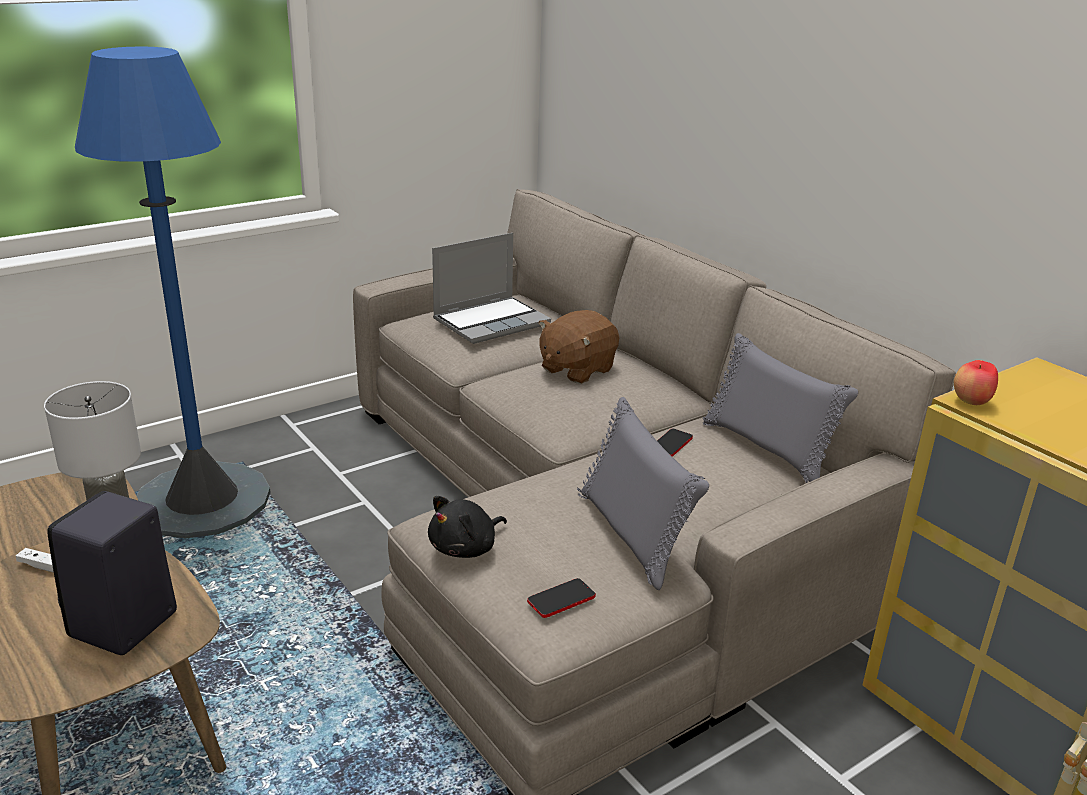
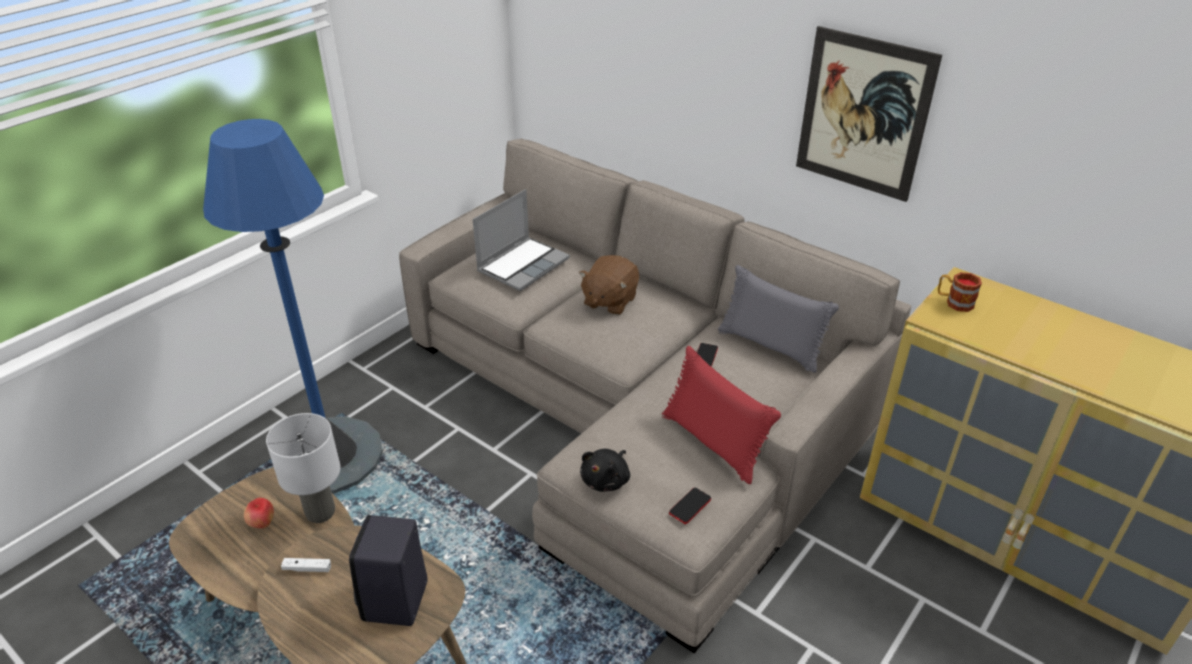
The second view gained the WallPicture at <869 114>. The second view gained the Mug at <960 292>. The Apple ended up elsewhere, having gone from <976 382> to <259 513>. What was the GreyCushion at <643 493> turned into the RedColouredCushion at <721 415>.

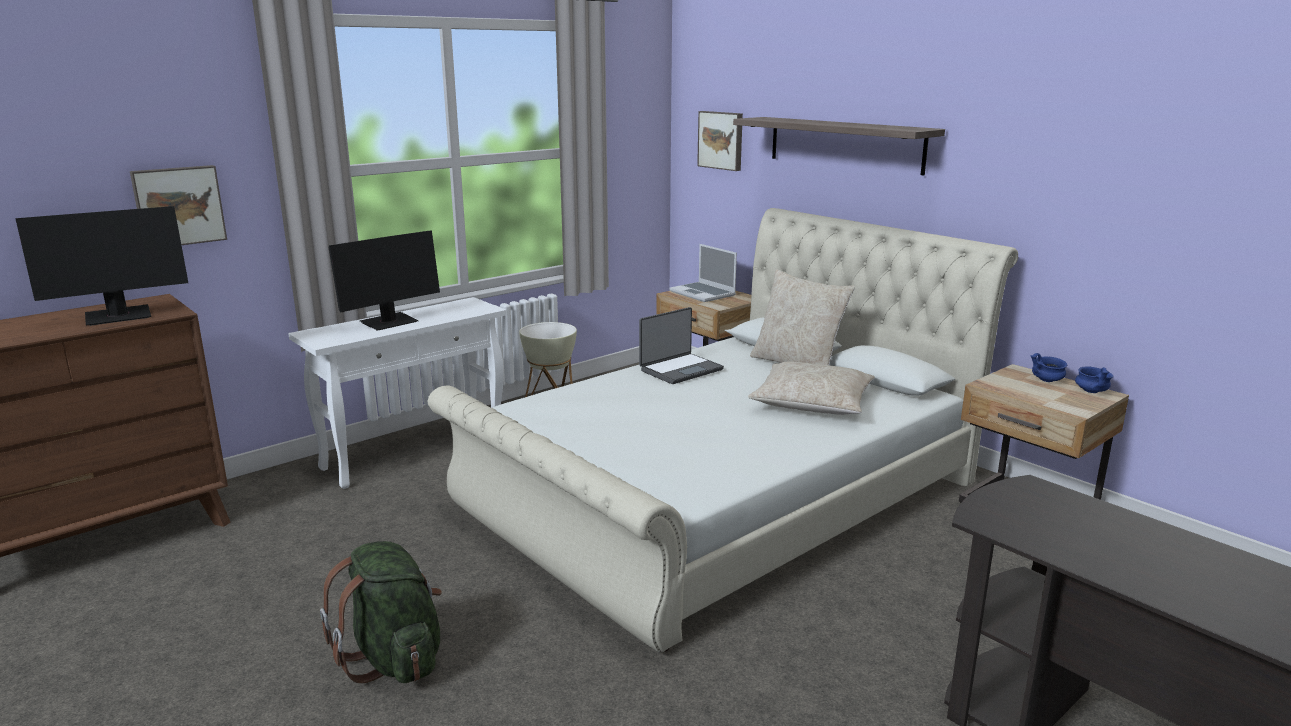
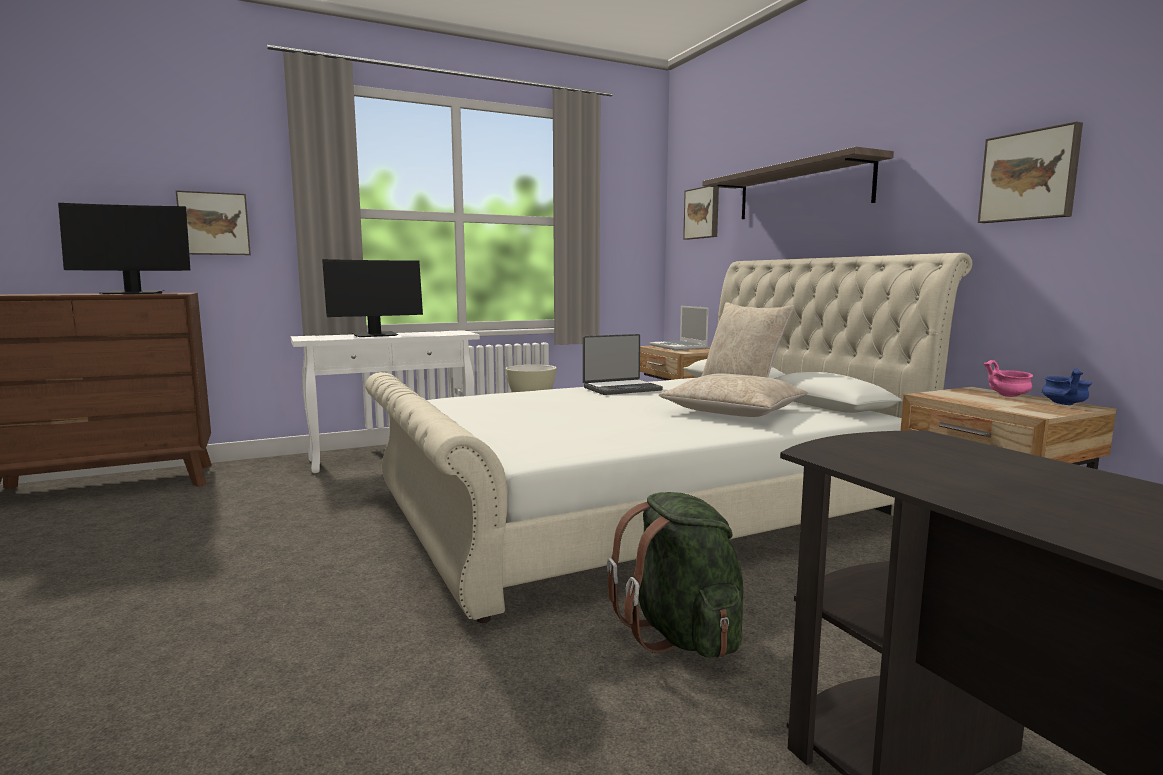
The second view gained the WallPicture at <1030 172>. The GreenKnapsack ended up elsewhere, having gone from <381 612> to <675 575>. What was the BlueServingBowl at <1049 367> turned into the PinkishServingBowl at <1008 378>.

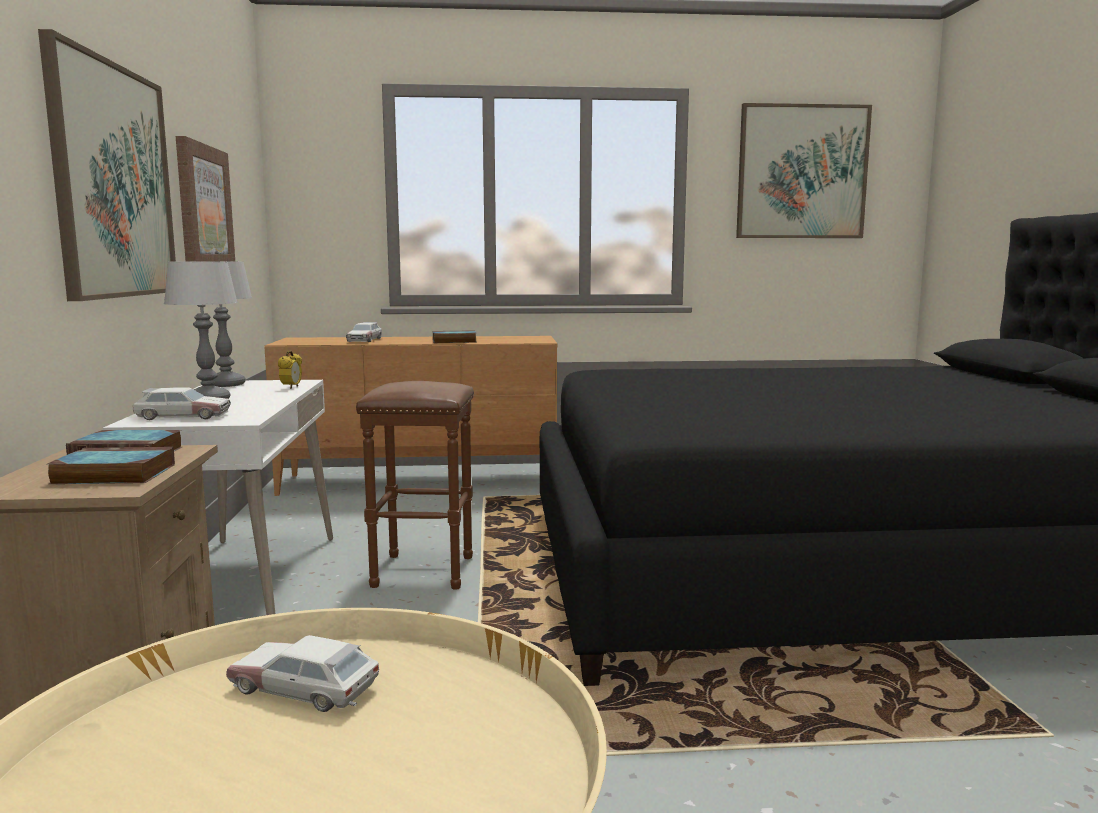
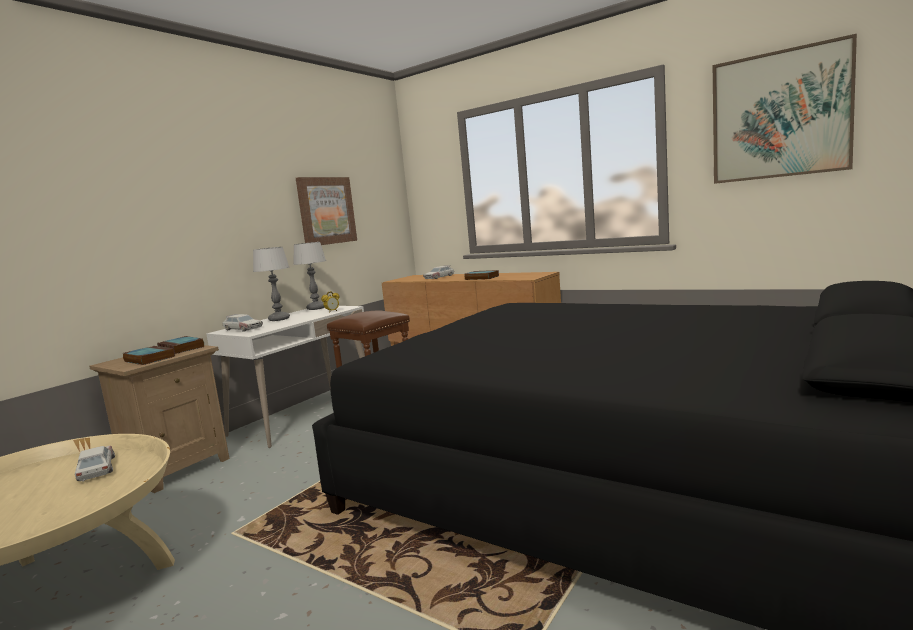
The second view lost the WallPicture at <107 165>.

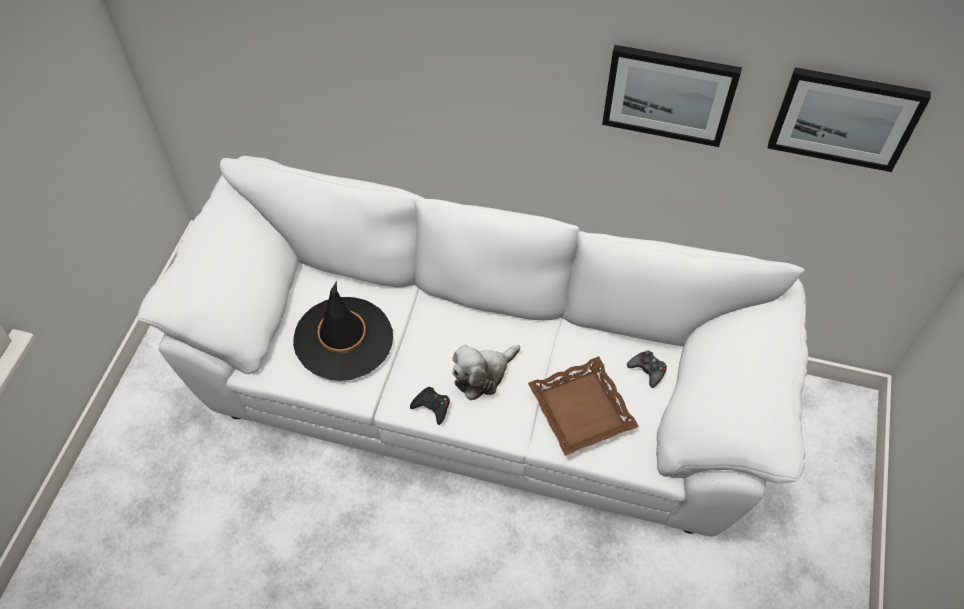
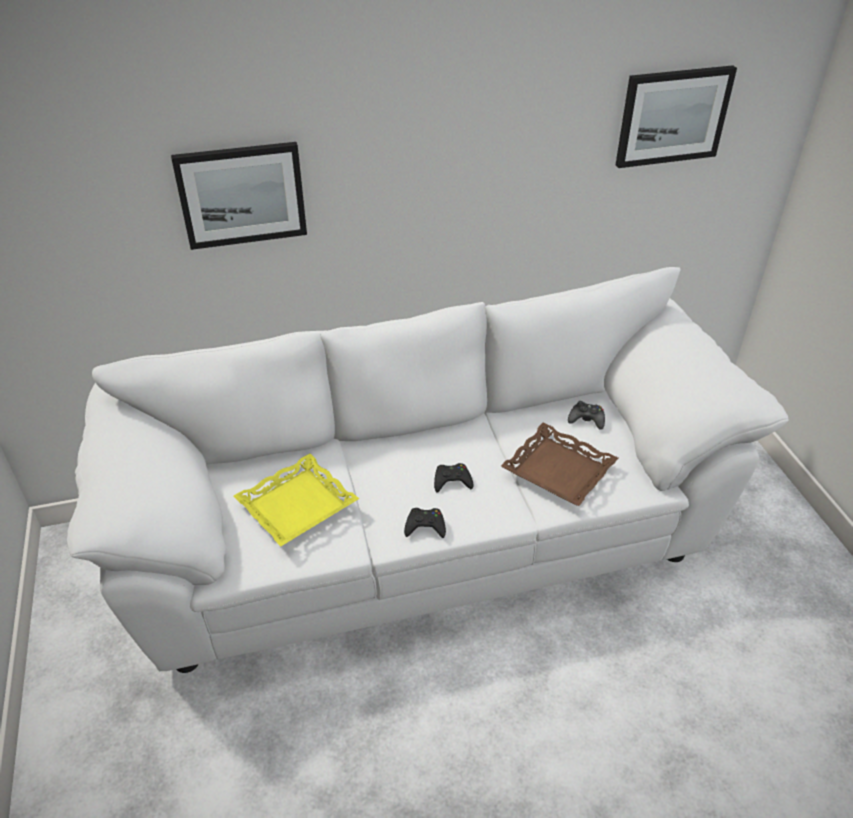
The WallPicture ended up elsewhere, having gone from <672 96> to <239 196>. Where the BlackHat stood at <343 331>, the YellowishCarryingTray came to stand at <296 500>. Where the PlushToy stood at <486 372>, the BlackGameController came to stand at <453 478>.

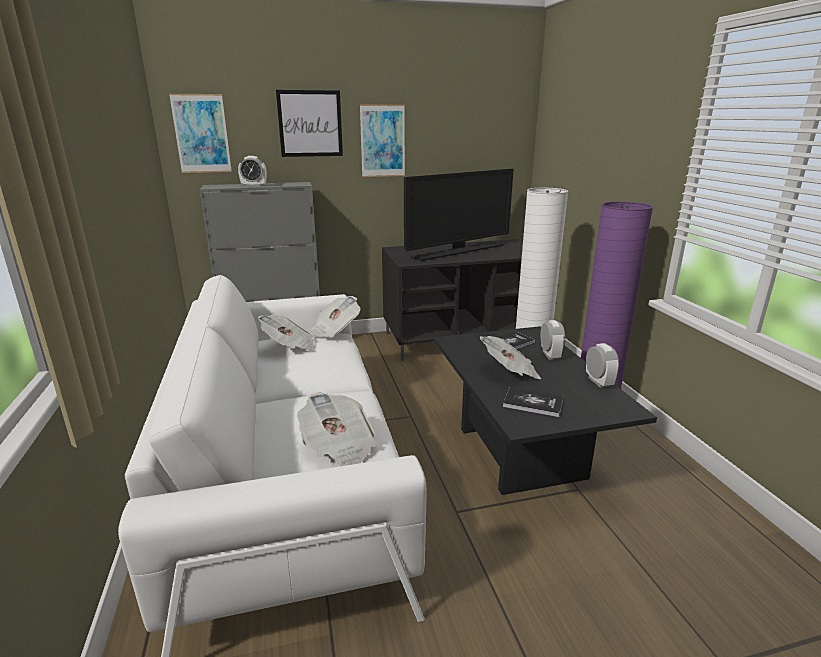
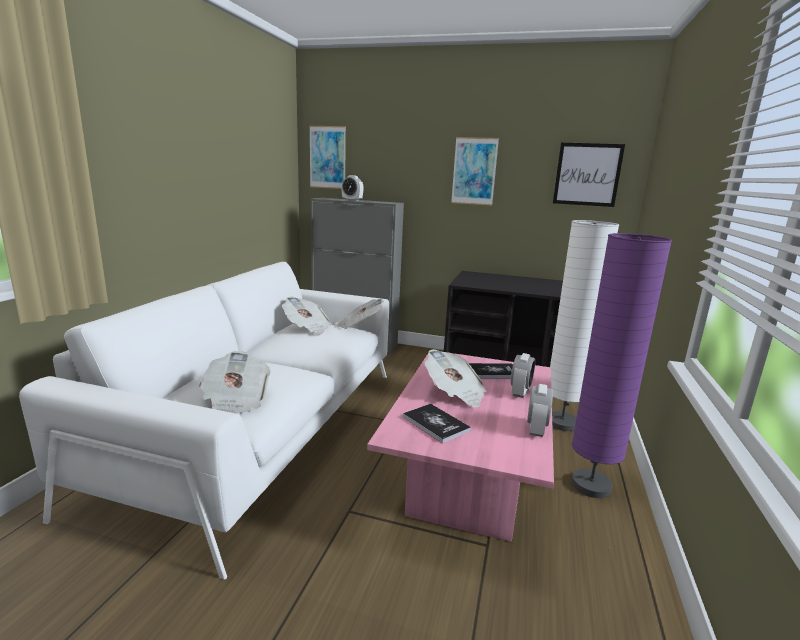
The second view lost the Tv at <459 215>. The WallPicture ended up elsewhere, having gone from <309 123> to <589 175>. What was the BlackLoungeTable at <545 410> turned into the PinkishLoungeTable at <460 447>.

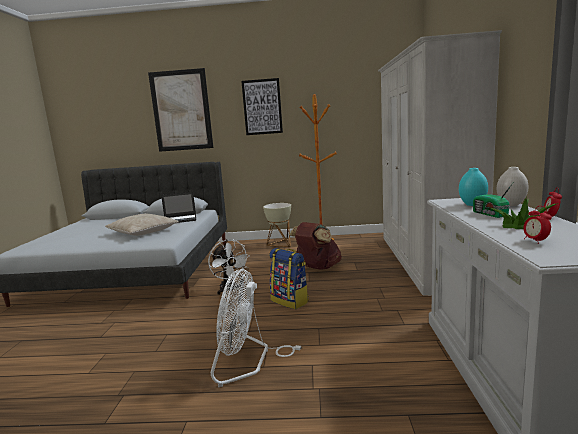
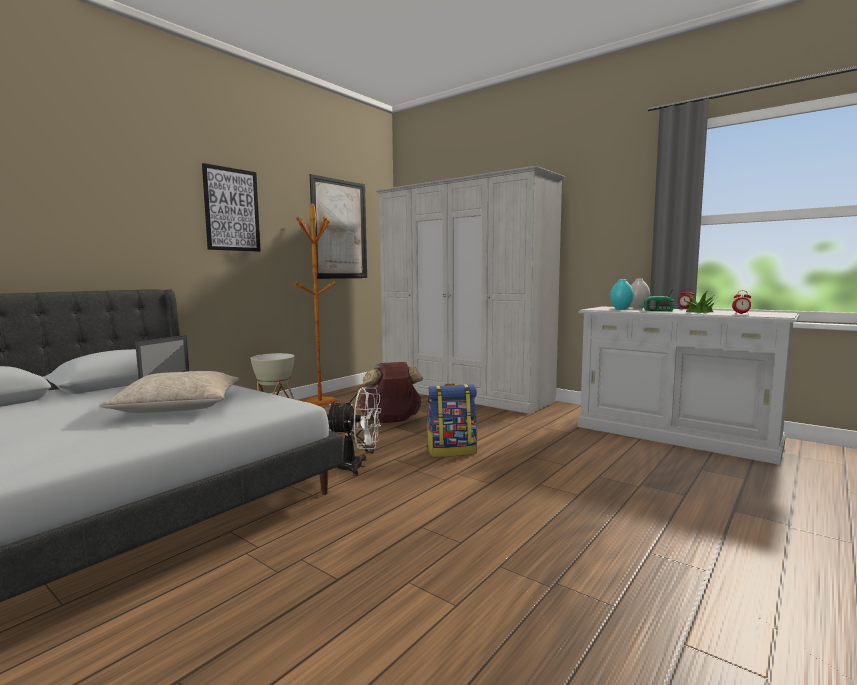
The second view lost the WhiteCoolingFan at <256 328>. The WallPicture ended up elsewhere, having gone from <180 110> to <338 226>.

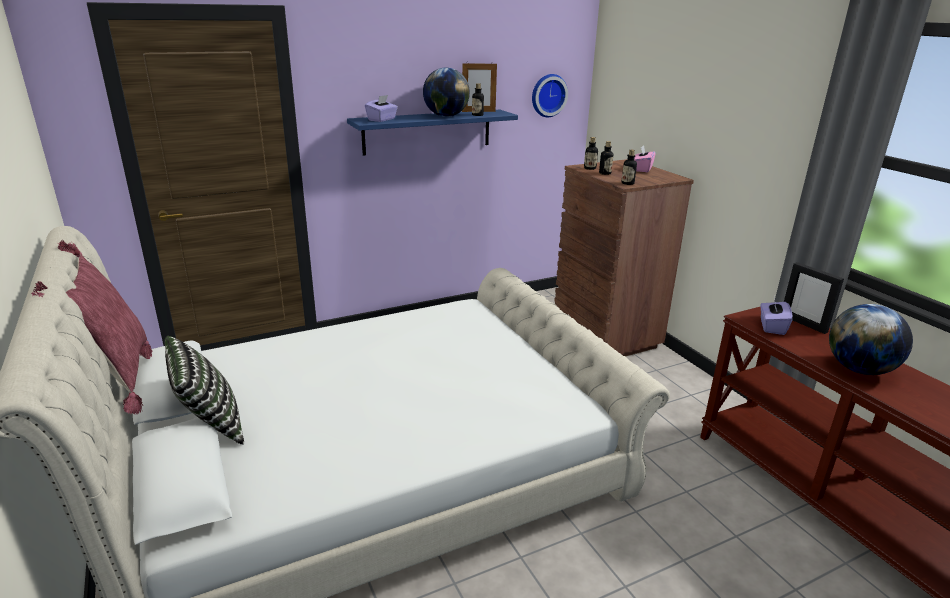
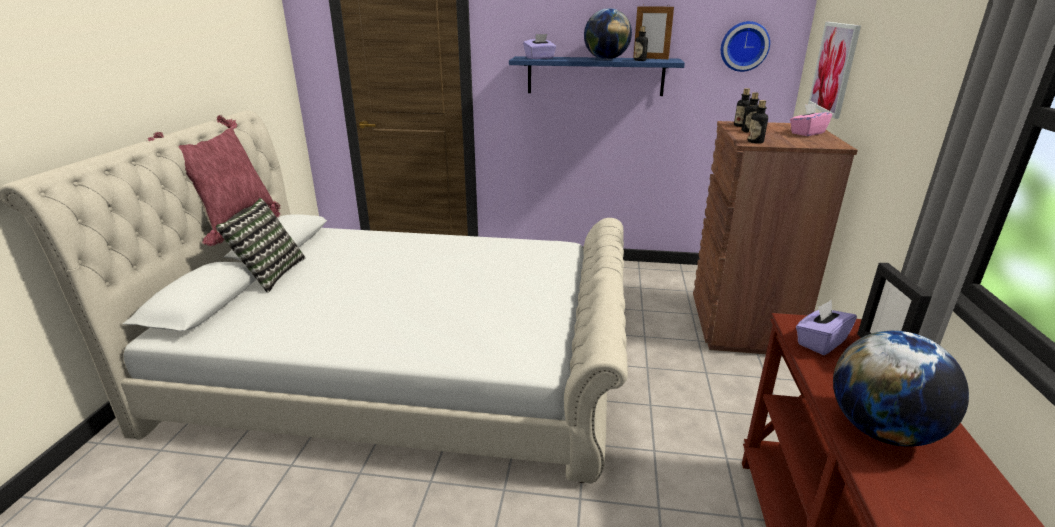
The second view gained the WallPicture at <834 70>.

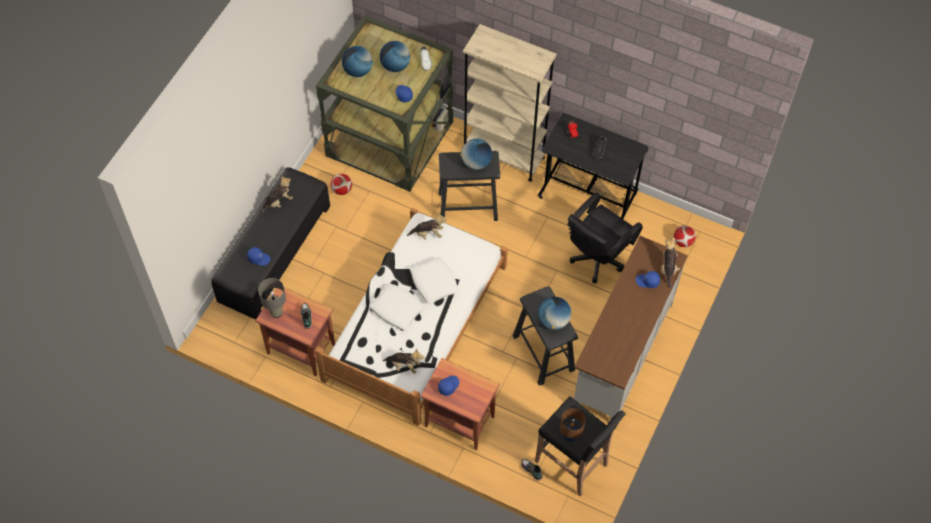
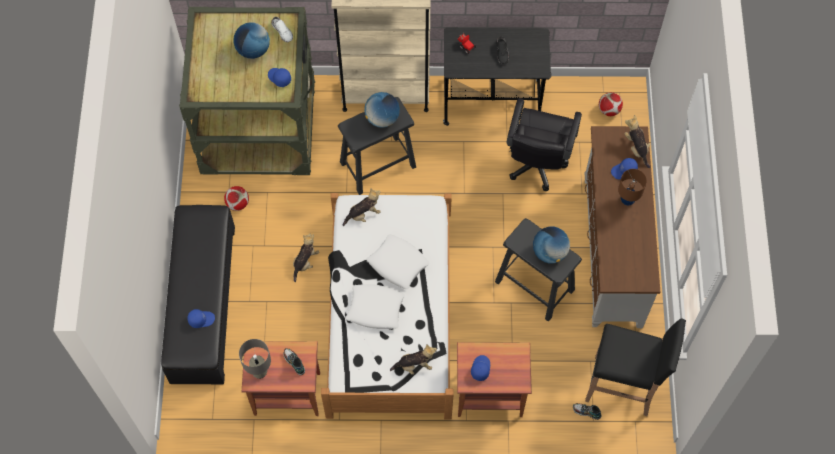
The second view lost the Globe at <358 61>. The PlushToy ended up elsewhere, having gone from <277 195> to <306 258>. The BrownTableLamp ended up elsewhere, having gone from <573 424> to <632 187>.

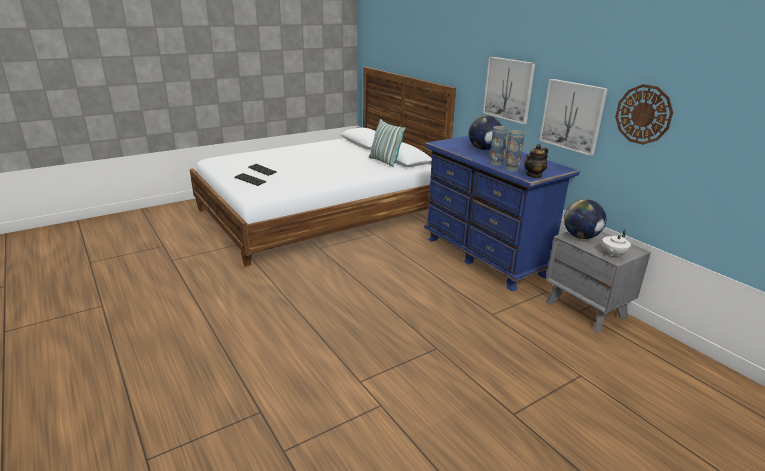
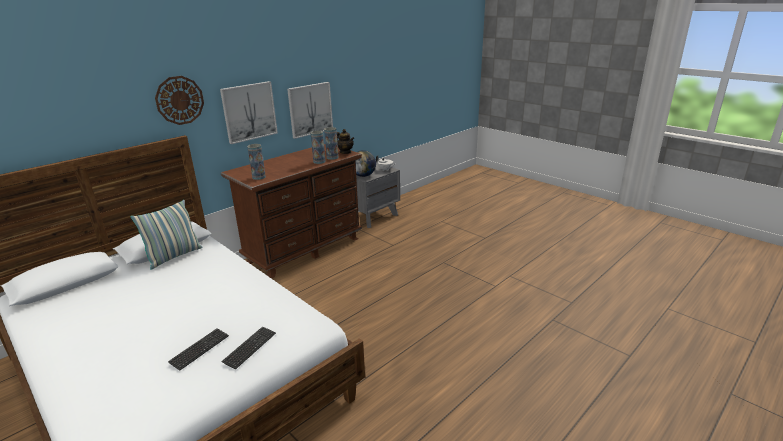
The second view lost the Globe at <485 132>. The second view gained the Vase at <256 162>. The WallClock ended up elsewhere, having gone from <644 114> to <179 100>. What was the BlueDrawerChest at <502 213> turned into the BrownDrawerChest at <291 211>.

